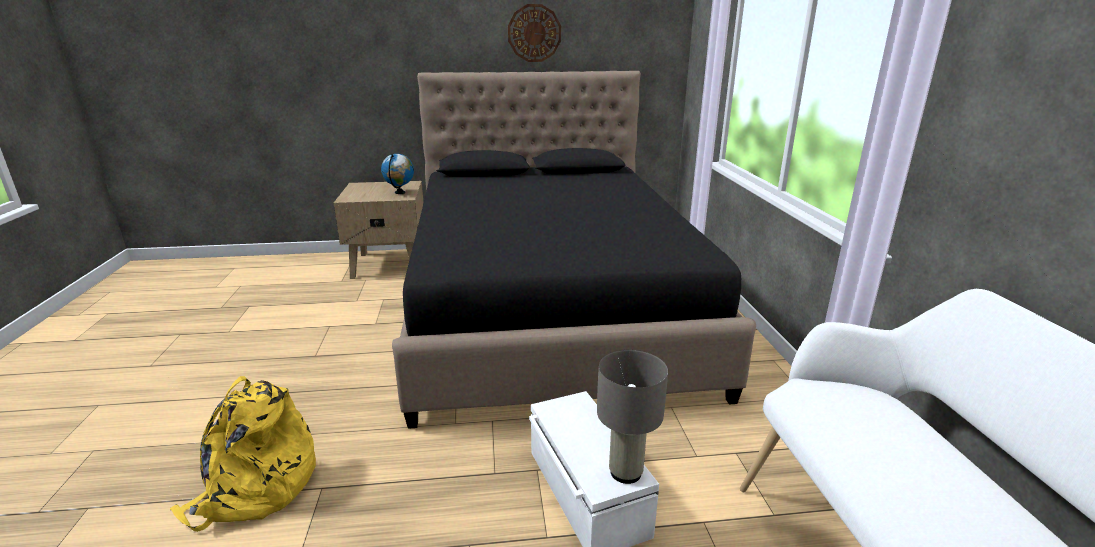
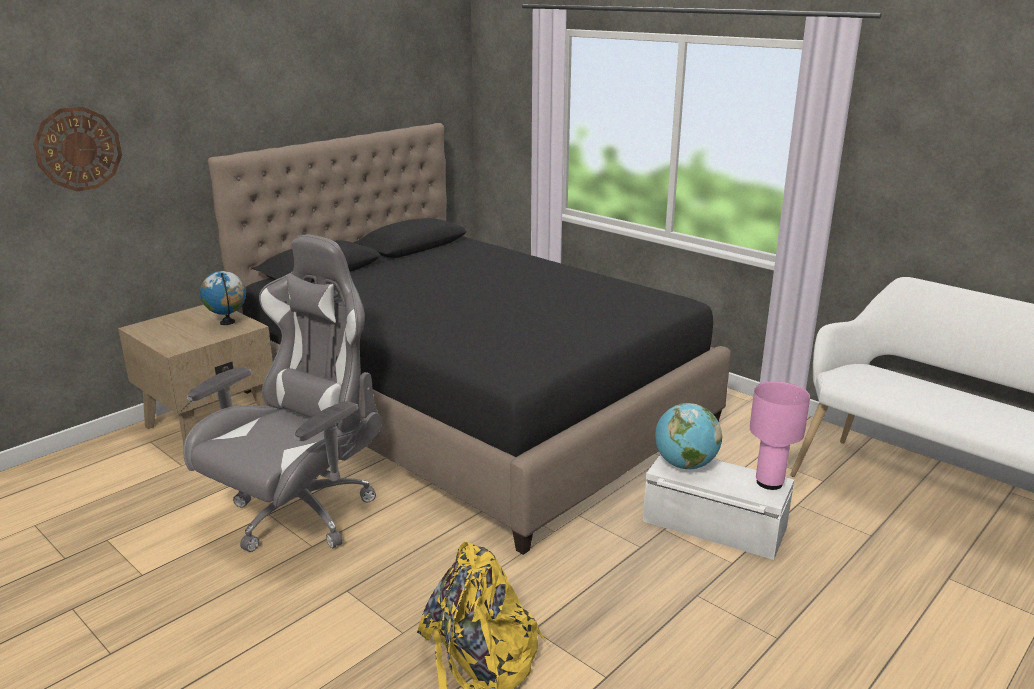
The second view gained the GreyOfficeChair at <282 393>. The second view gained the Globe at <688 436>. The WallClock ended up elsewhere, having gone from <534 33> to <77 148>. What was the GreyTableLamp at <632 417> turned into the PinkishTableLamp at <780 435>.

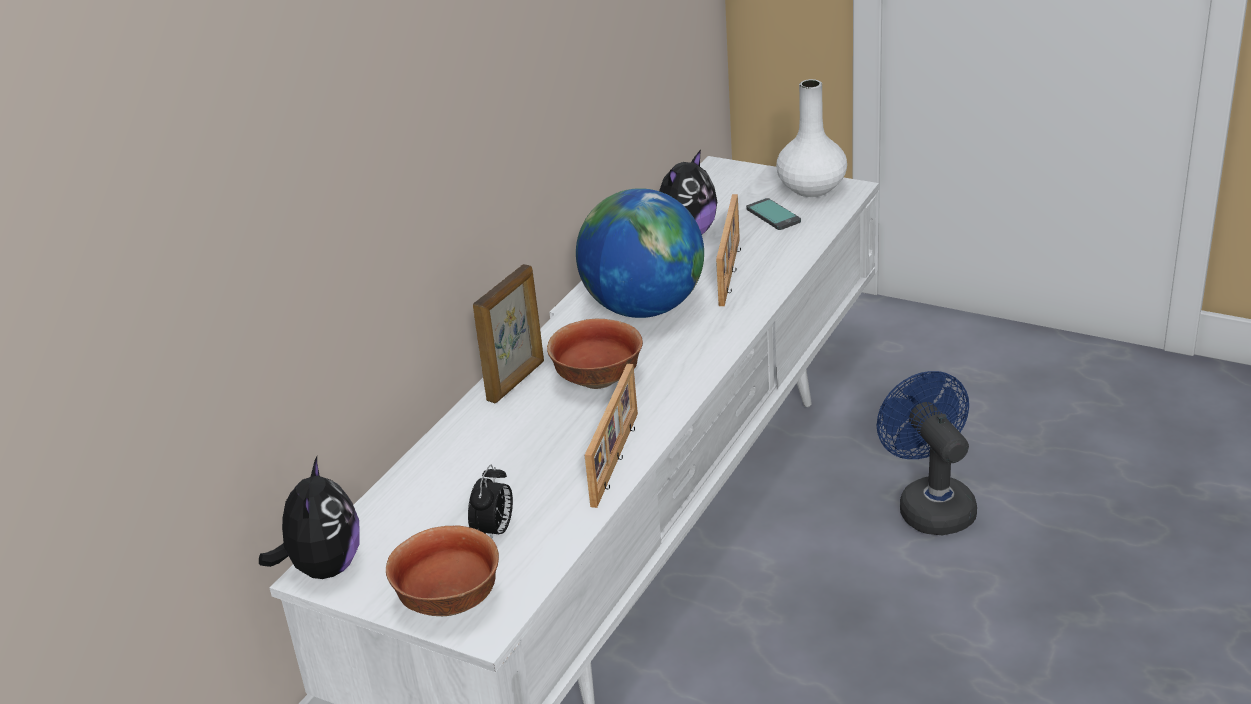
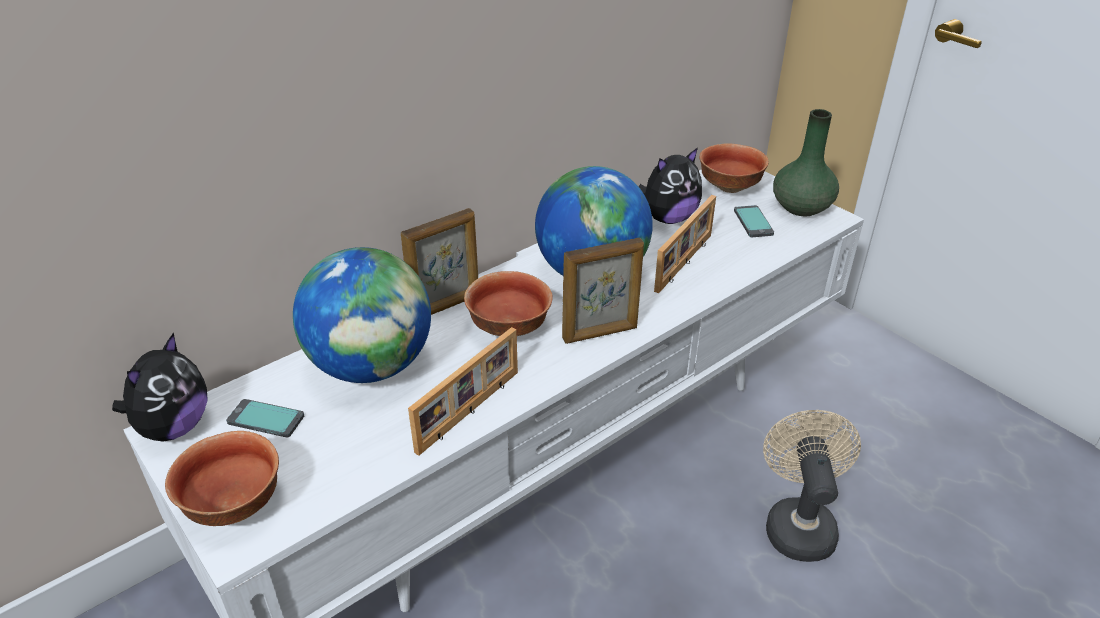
The second view lost the BedsideClock at <490 502>. The second view gained the Telephone at <265 418>. The second view gained the Globe at <362 315>. The second view gained the StandingFrame at <603 291>. The second view gained the ServingBowl at <734 168>. What was the WhiteVase at <811 138> turned into the GreenVase at <806 162>. What was the BlueCoolingFan at <927 453> turned into the BeigeCoolingFan at <812 486>.

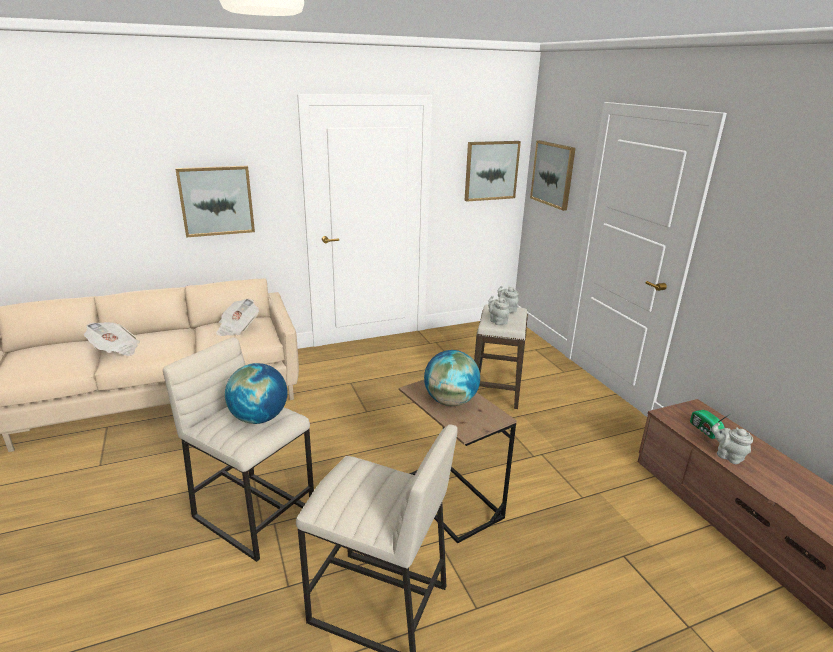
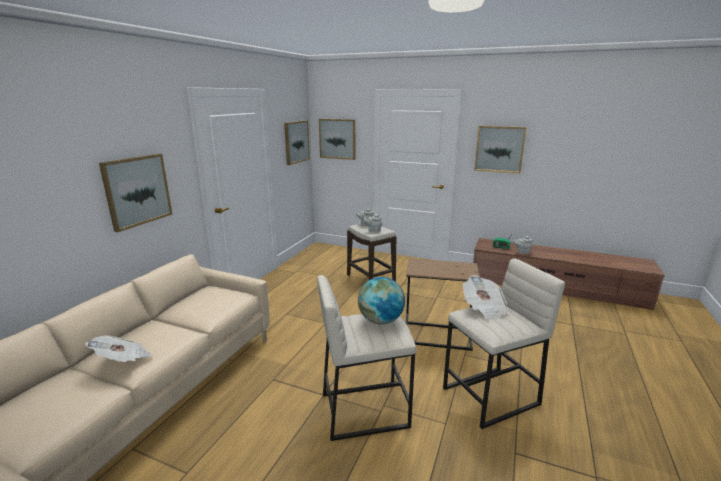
The second view lost the Globe at <452 378>. The second view gained the WallPicture at <500 150>. The Newspaper ended up elsewhere, having gone from <237 317> to <486 298>.

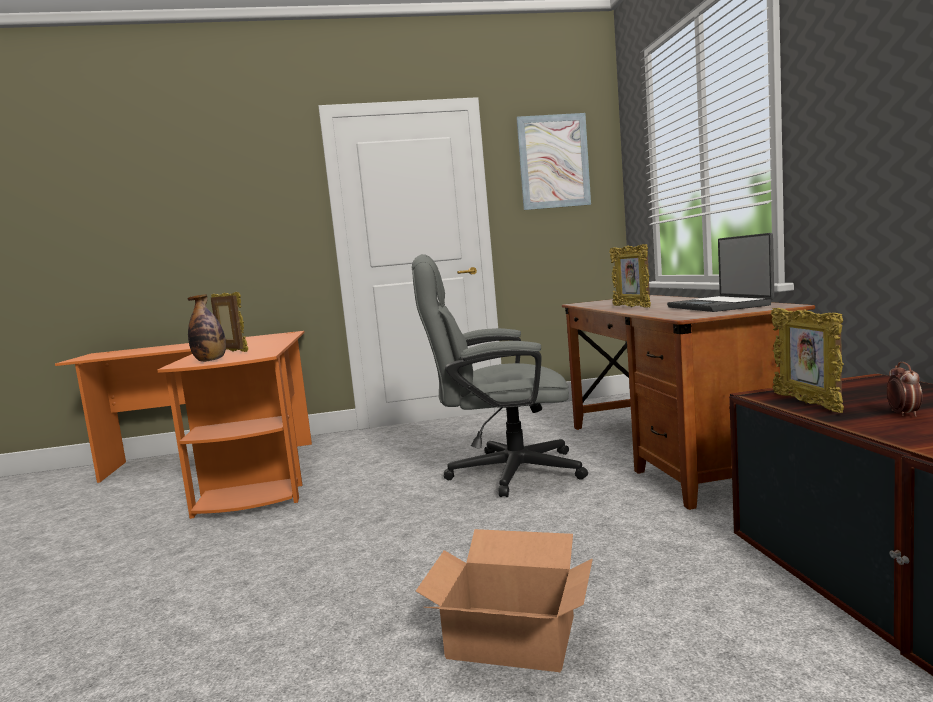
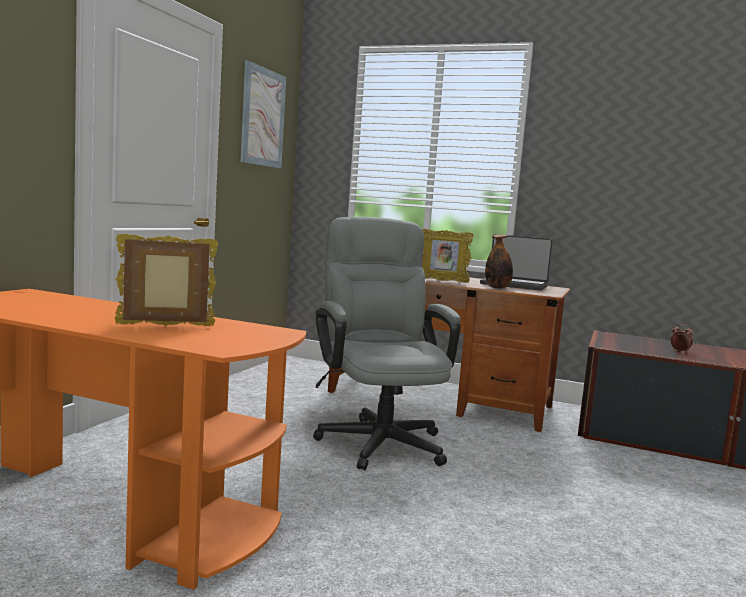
The second view lost the Carton at <504 600>. The second view lost the StandingFrame at <807 360>. The DrinkBottle ended up elsewhere, having gone from <206 328> to <499 261>. The GreyOfficeChair at <499 375> ended up facing another way, 135 degrees clockwise from before.

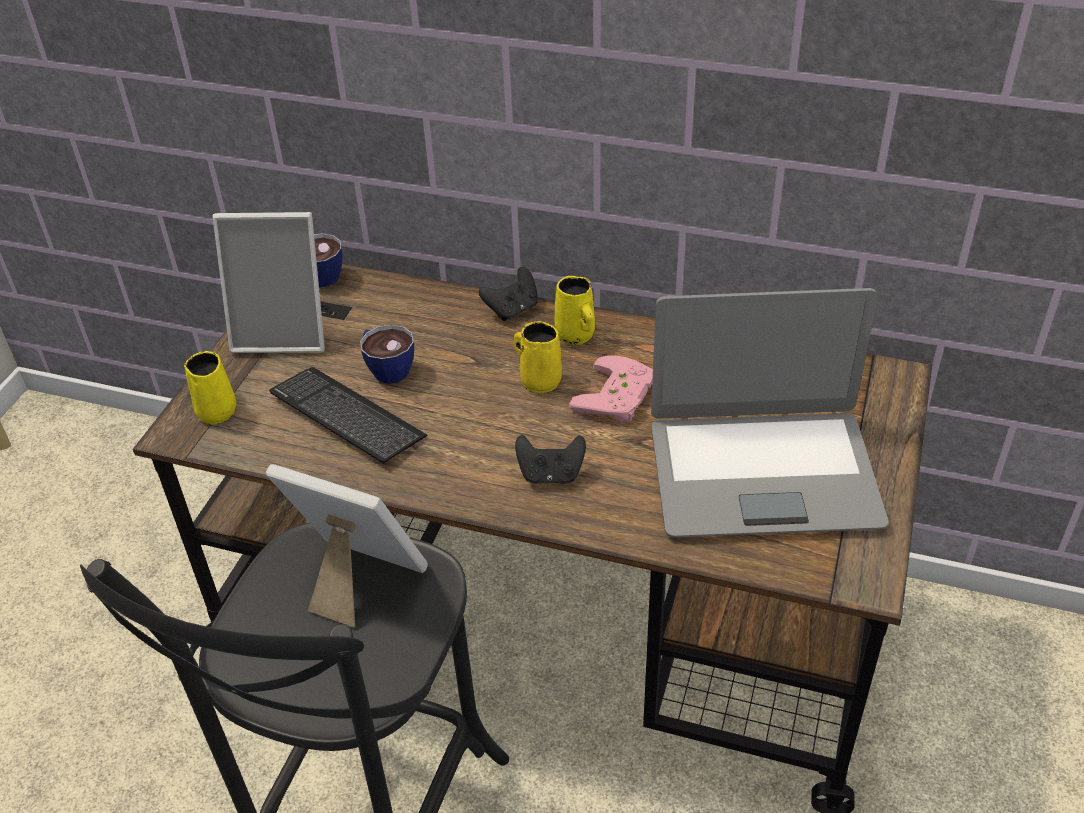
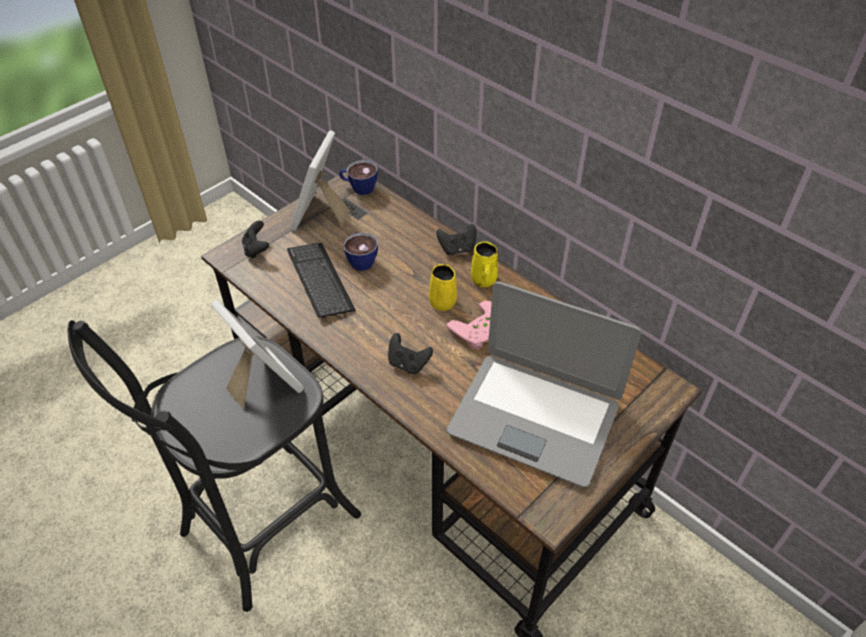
Where the YellowishMug stood at <210 388>, the BlackGameController came to stand at <255 240>. The StandingFrame at <269 282> ended up facing another way, 75 degrees clockwise from before.

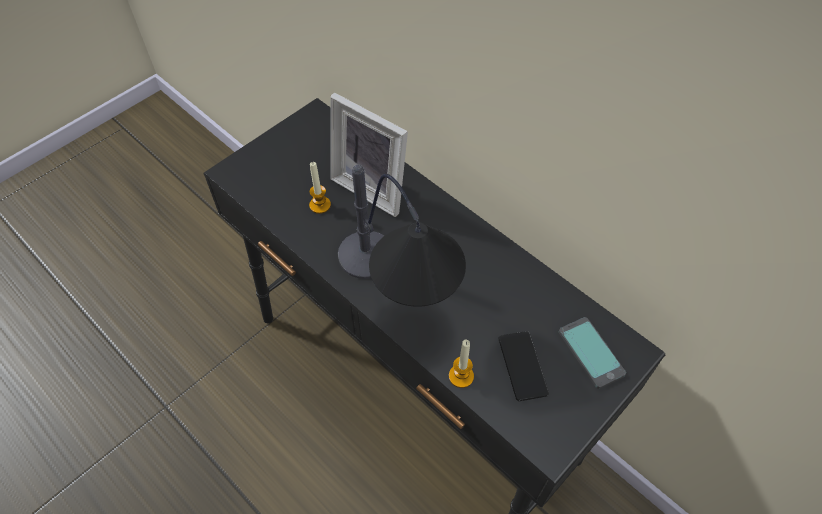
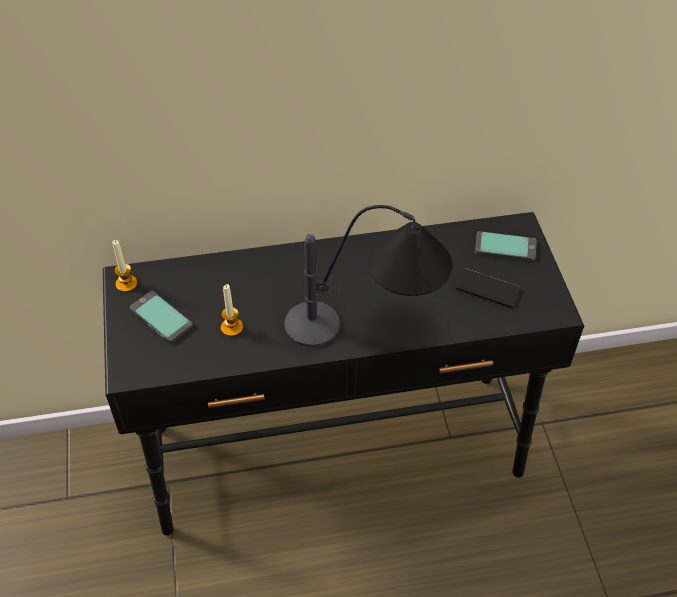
The second view lost the StandingFrame at <369 155>. The second view gained the Telephone at <161 317>. The Candle ended up elsewhere, having gone from <461 363> to <124 266>.

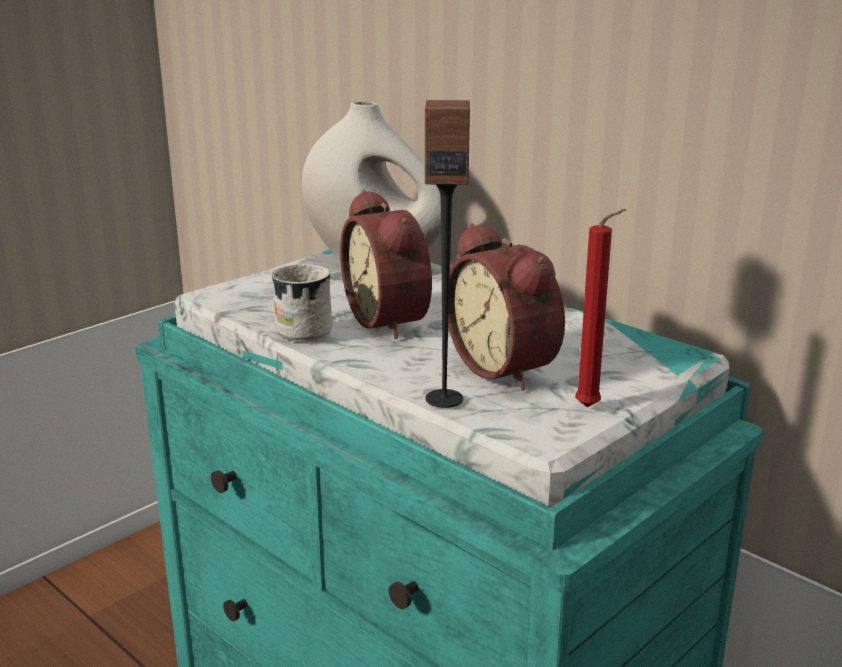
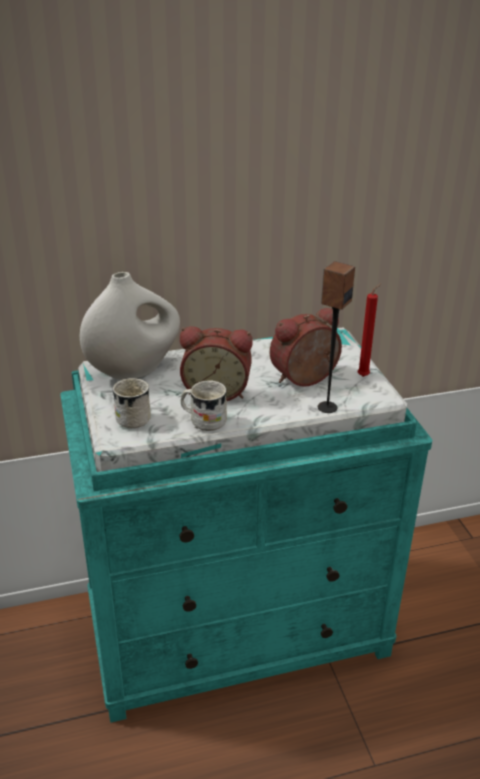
The second view gained the WhiteMug at <132 403>. The BedsideClock at <506 306> ended up facing another way, 150 degrees clockwise from before.

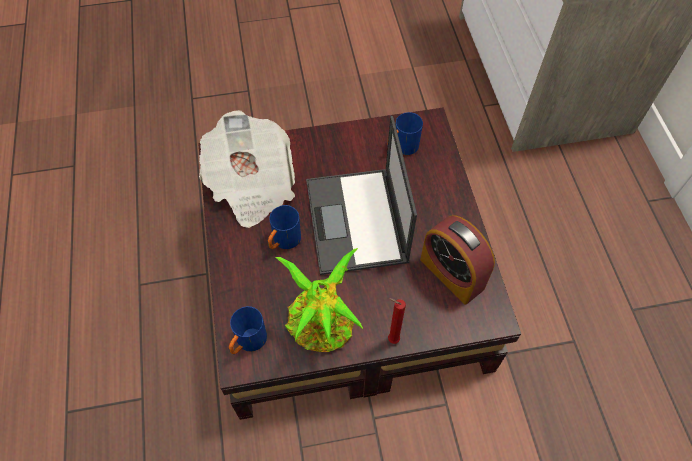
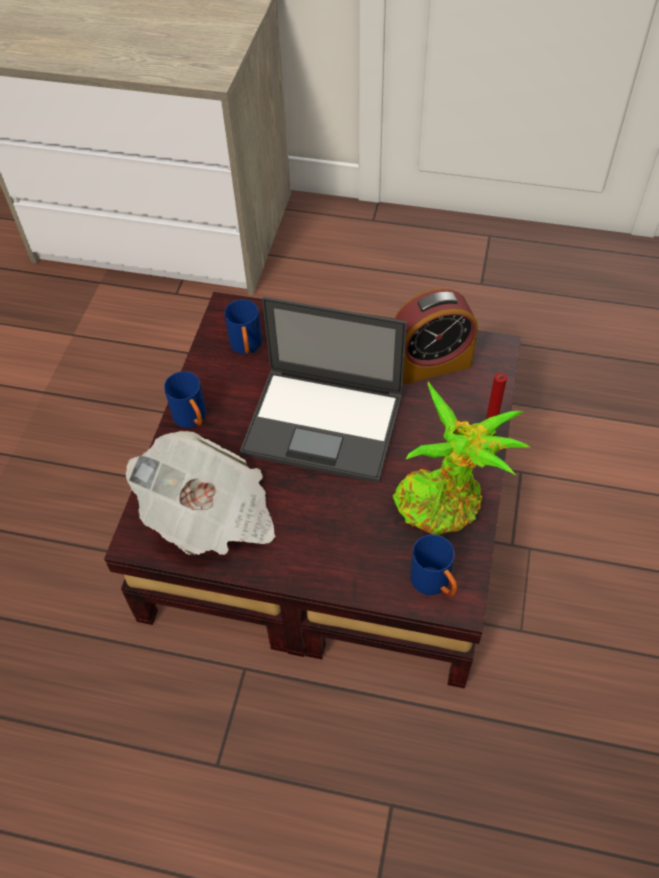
The BlueMug ended up elsewhere, having gone from <284 227> to <185 399>.

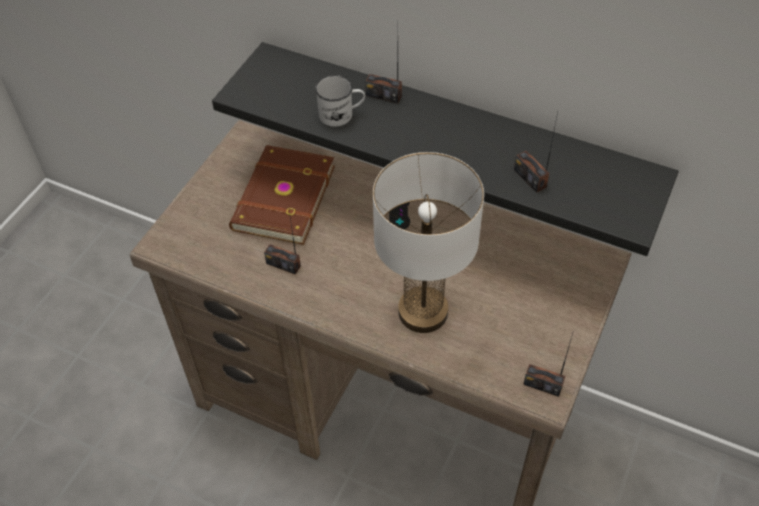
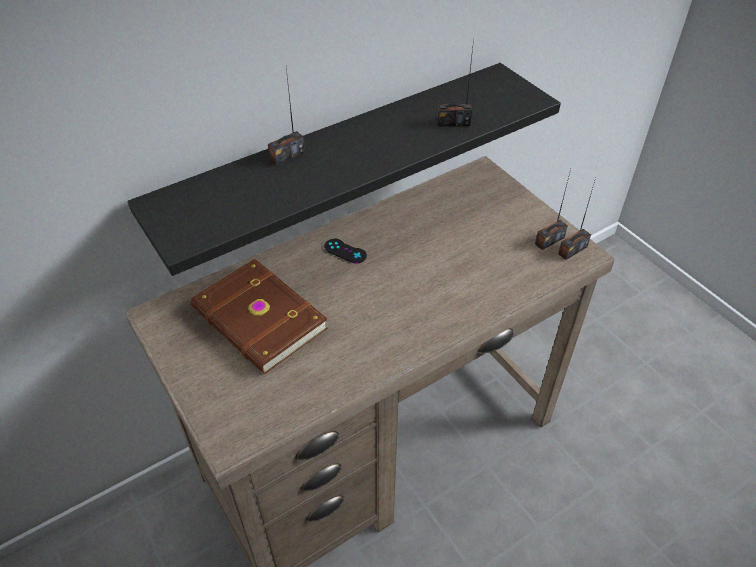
The second view lost the WhiteMug at <340 101>. The second view lost the TableLamp at <428 242>. The Radio ended up elsewhere, having gone from <282 243> to <553 209>.

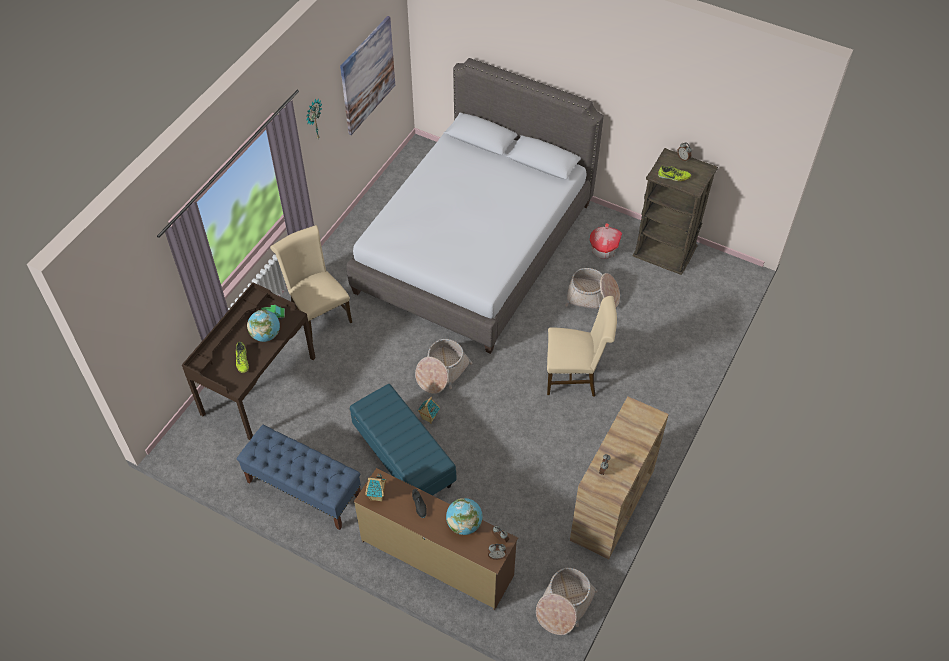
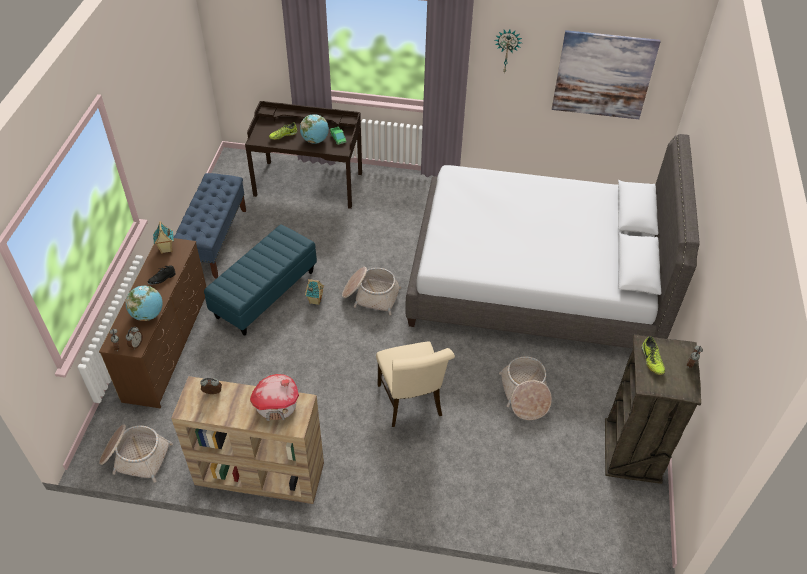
The second view lost the BeigeChair at <311 283>. The ModelHouse ended up elsewhere, having gone from <606 241> to <274 397>.

